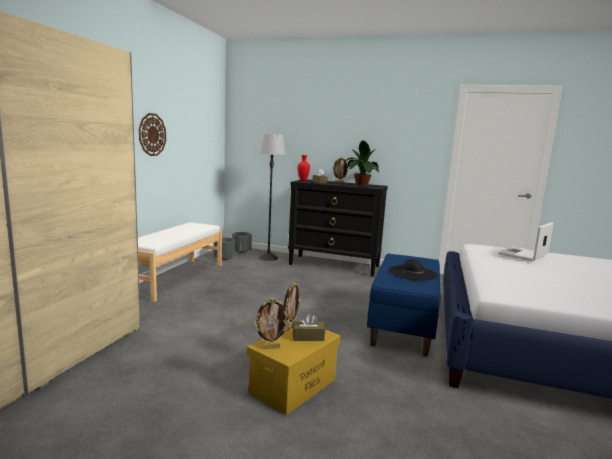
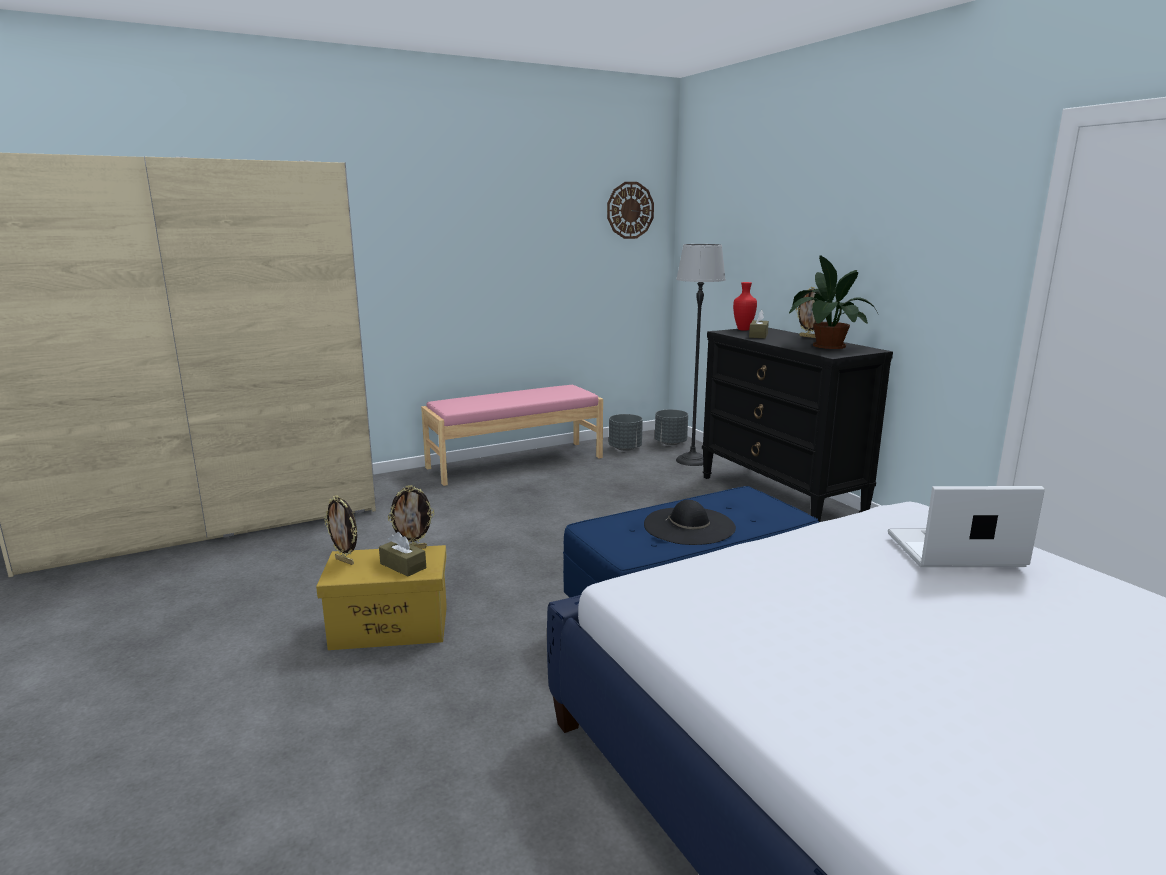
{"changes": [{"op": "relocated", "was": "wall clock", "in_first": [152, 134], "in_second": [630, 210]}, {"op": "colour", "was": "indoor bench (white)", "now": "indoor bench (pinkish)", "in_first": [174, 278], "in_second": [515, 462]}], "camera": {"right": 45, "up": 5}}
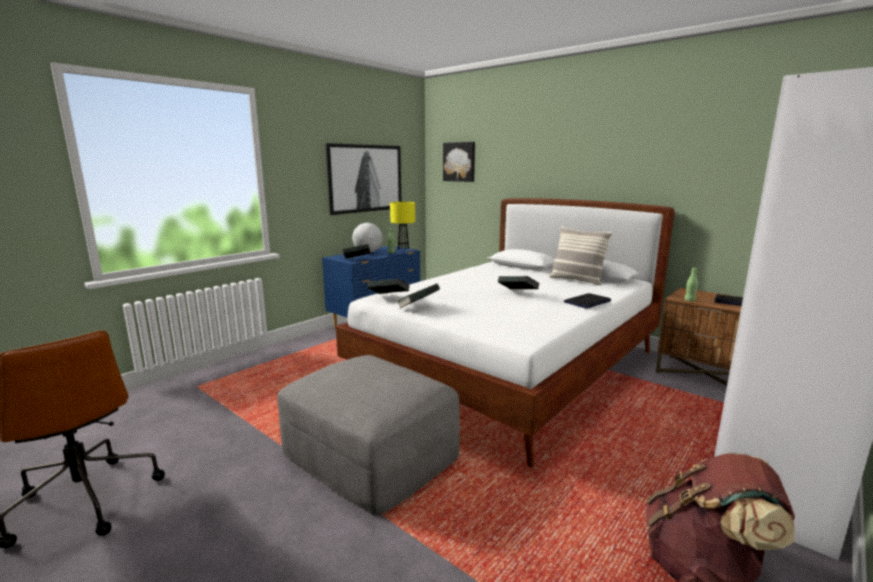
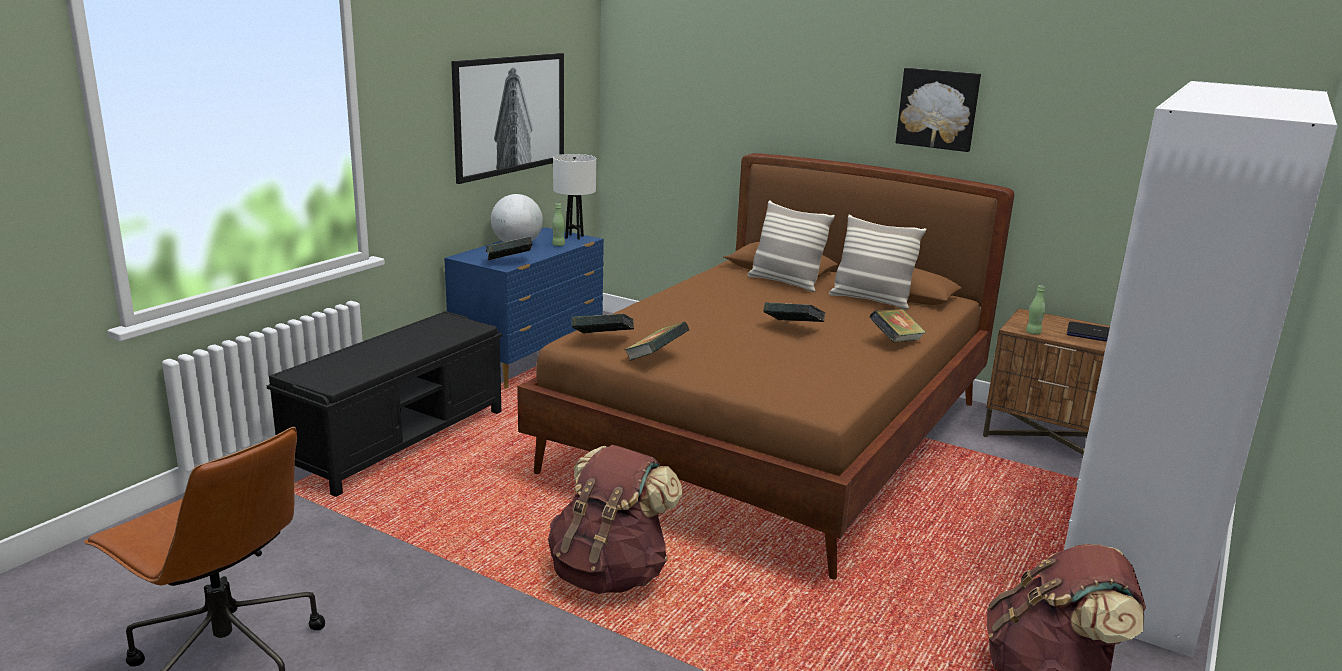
{"changes": [{"op": "appeared", "now": "indoor bench (black-coloured)", "in_second": [400, 440]}, {"op": "appeared", "now": "throw pillow", "in_second": [785, 283]}, {"op": "relocated", "was": "wall picture", "in_first": [459, 162], "in_second": [938, 109]}, {"op": "exchanged", "was": "pouffe (gray)", "now": "backpack (brown)", "in_first": [371, 453], "in_second": [610, 574]}, {"op": "exchanged", "was": "notebook computer", "now": "bound book", "in_first": [587, 302], "in_second": [895, 341]}, {"op": "colour", "was": "sleeping bed (white)", "now": "sleeping bed (brown)", "in_first": [511, 368], "in_second": [774, 438]}, {"op": "colour", "was": "tabletop lamp (yellowish)", "now": "tabletop lamp (white)", "in_first": [403, 249], "in_second": [574, 237]}], "camera": {"right": -10, "up": 5}}
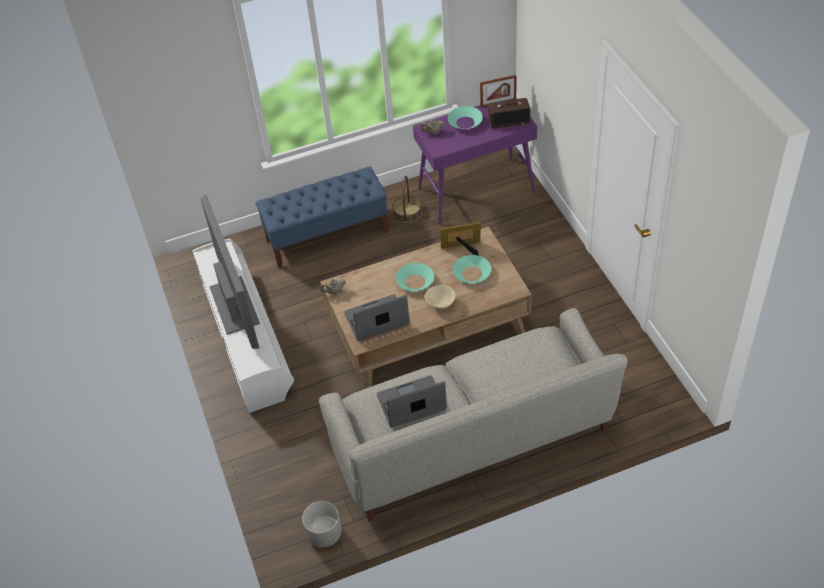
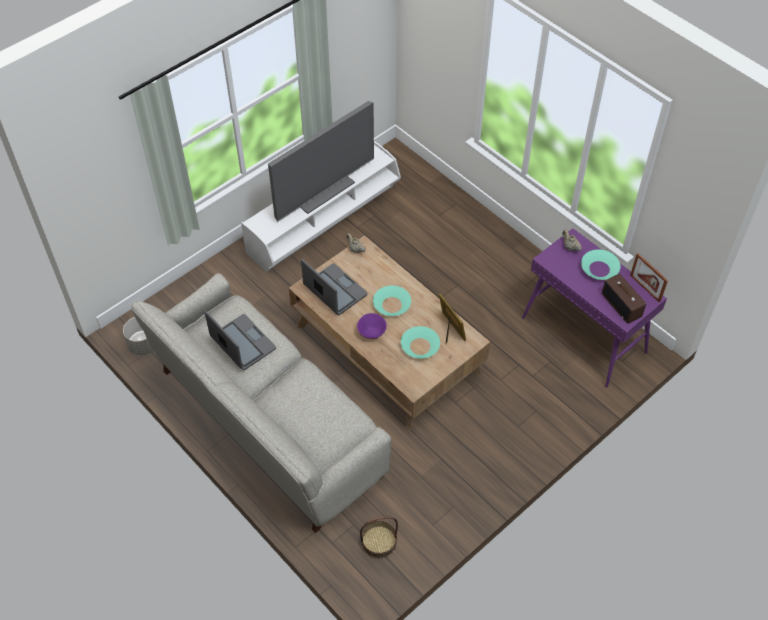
{"changes": [{"op": "missing", "was": "indoor bench (blue)", "in_first": [327, 235]}, {"op": "relocated", "was": "basket", "in_first": [407, 213], "in_second": [379, 542]}, {"op": "colour", "was": "serving bowl (sand-coloured)", "now": "serving bowl (purple)", "in_first": [440, 304], "in_second": [372, 332]}], "camera": {"right": 65, "up": 5}}
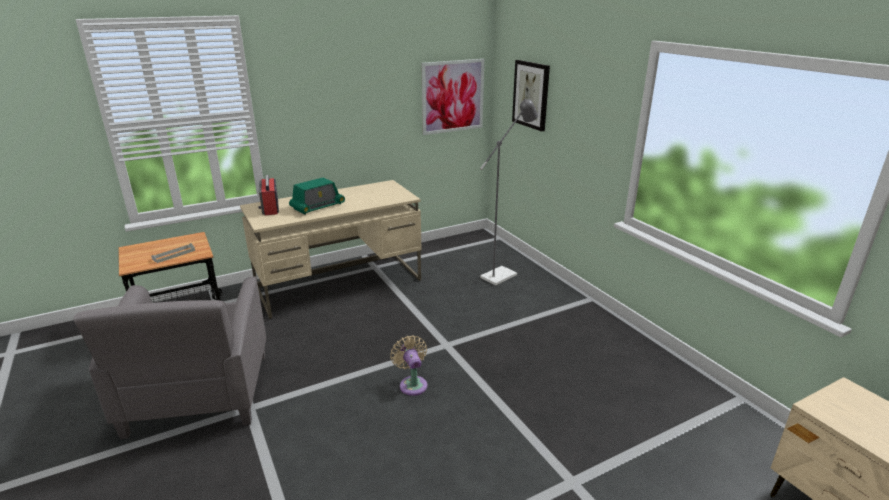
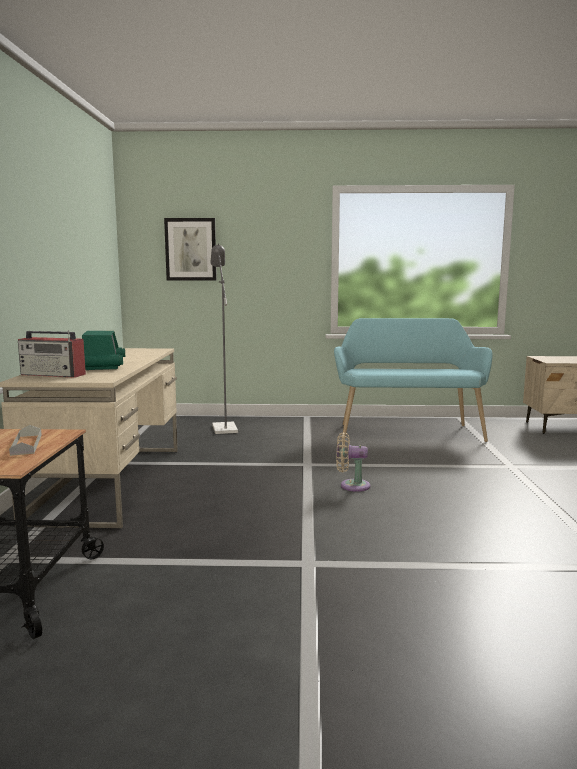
{"changes": [{"op": "missing", "was": "armchair (gray)", "in_first": [199, 395]}, {"op": "missing", "was": "wall picture", "in_first": [453, 96]}, {"op": "appeared", "now": "indoor bench (turquoise)", "in_second": [407, 431]}], "camera": {"right": -60, "up": -15}}
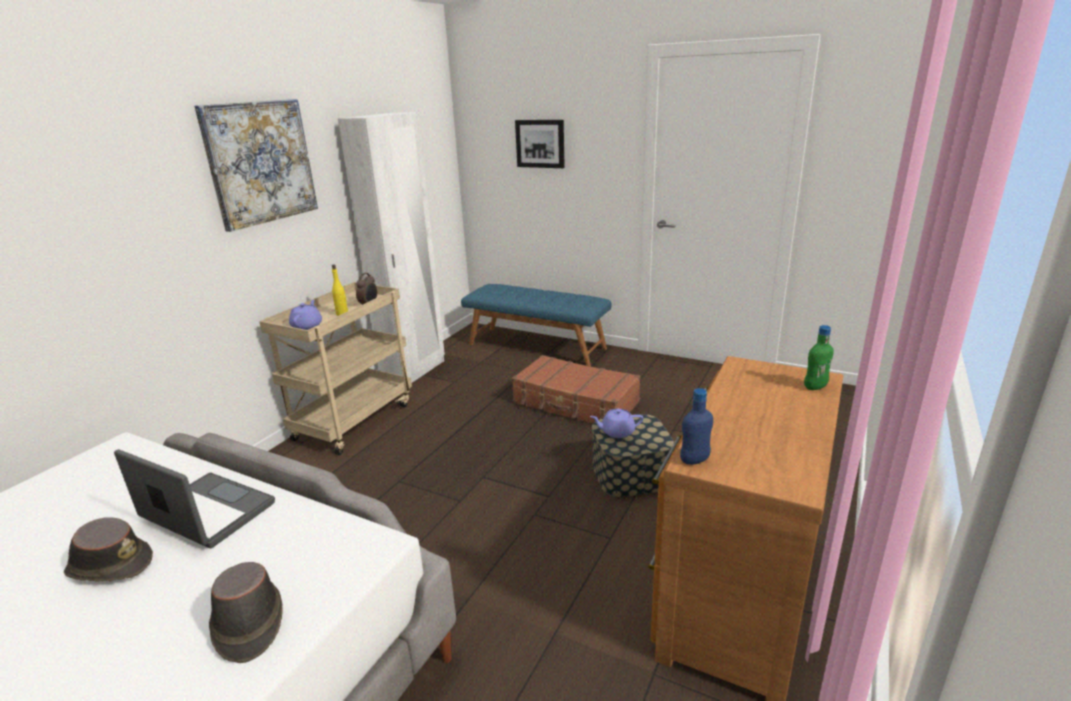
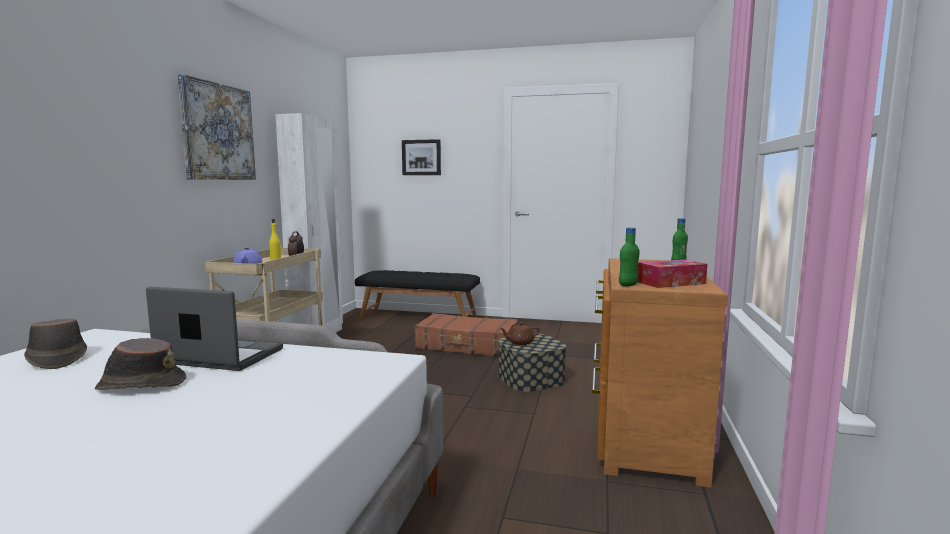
{"changes": [{"op": "appeared", "now": "tissue box", "in_second": [671, 283]}, {"op": "relocated", "was": "hat (brown)", "in_first": [248, 624], "in_second": [56, 359]}, {"op": "colour", "was": "indoor bench (blue)", "now": "indoor bench (black-coloured)", "in_first": [537, 346], "in_second": [419, 318]}, {"op": "colour", "was": "pot for tea (purple)", "now": "pot for tea (brown)", "in_first": [617, 432], "in_second": [519, 342]}, {"op": "colour", "was": "bottle (blue)", "now": "bottle (green)", "in_first": [694, 460], "in_second": [628, 285]}], "camera": {"right": -15, "up": -15}}
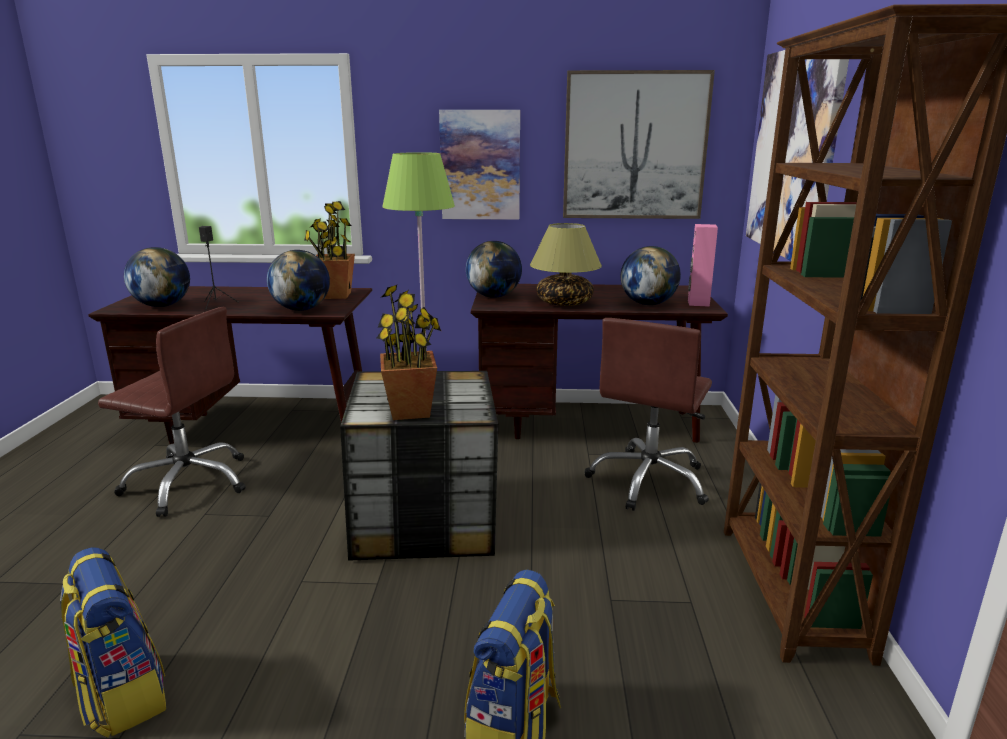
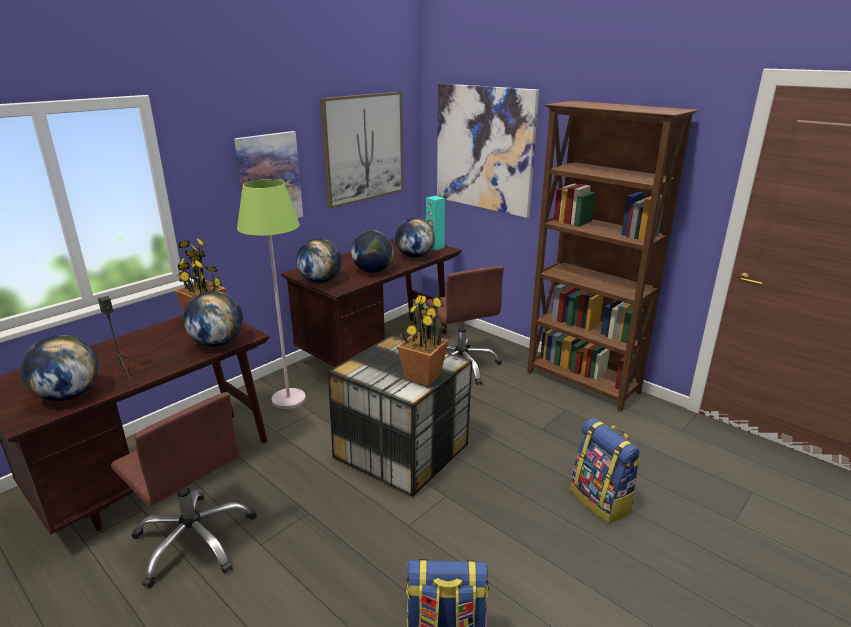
{"changes": [{"op": "exchanged", "was": "tabletop lamp", "now": "globe", "in_first": [564, 303], "in_second": [373, 271]}, {"op": "colour", "was": "audio speaker (pinkish)", "now": "audio speaker (turquoise)", "in_first": [698, 303], "in_second": [434, 247]}, {"op": "spun", "was": "desk chair (brown)", "in_first": [188, 483], "in_second": [195, 539], "clockwise": 75}], "camera": {"right": -50, "up": 5}}
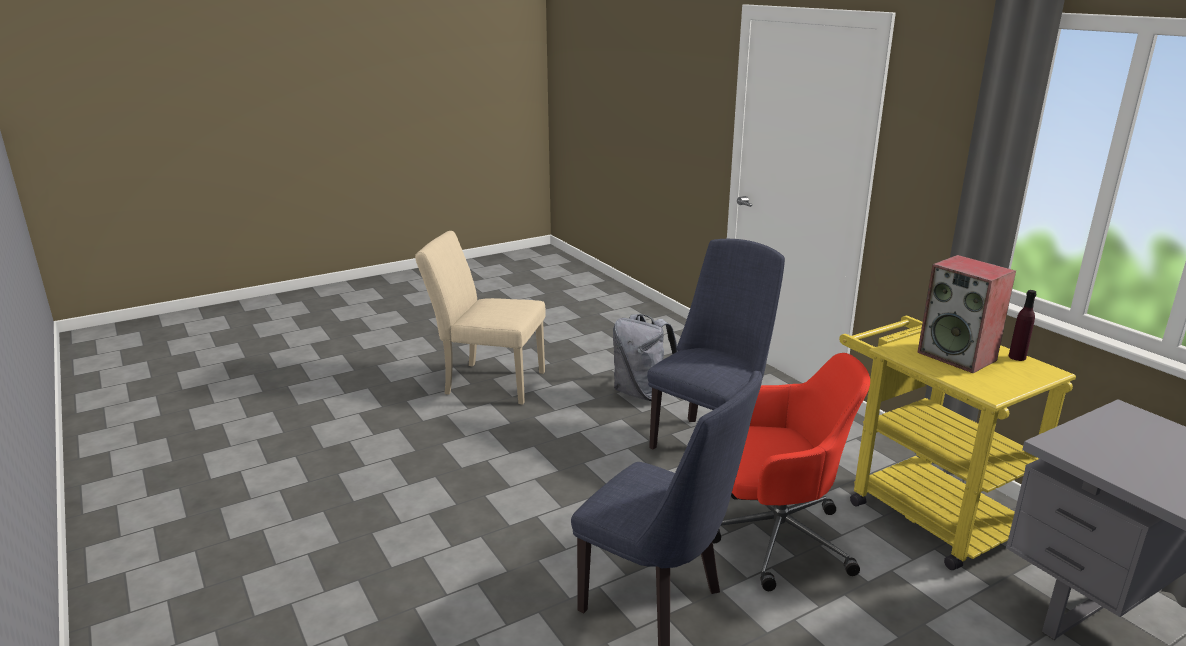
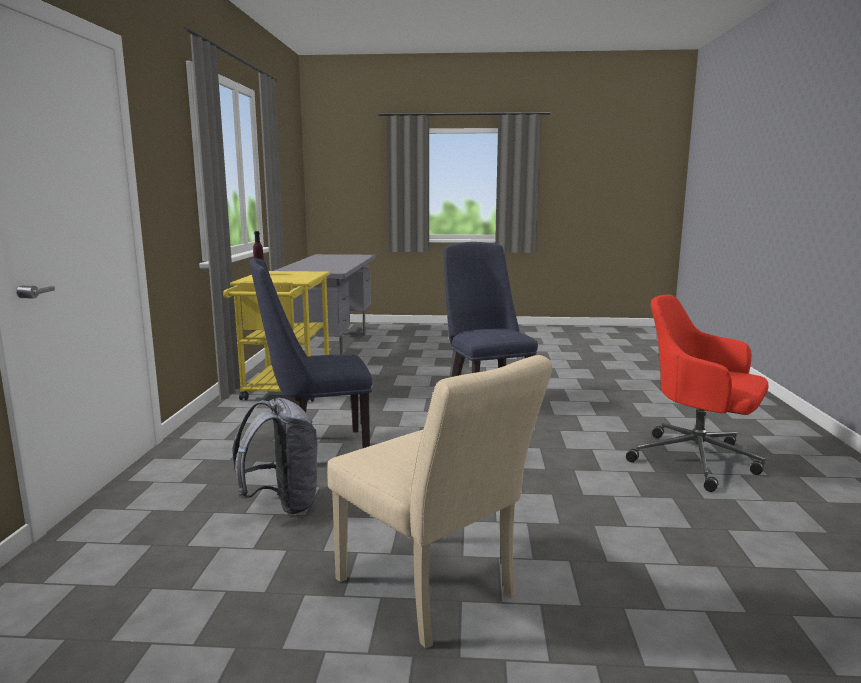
{"changes": [{"op": "missing", "was": "audio speaker", "in_first": [958, 356]}, {"op": "relocated", "was": "desk chair (red)", "in_first": [775, 538], "in_second": [698, 461]}], "camera": {"right": -145, "up": -10}}
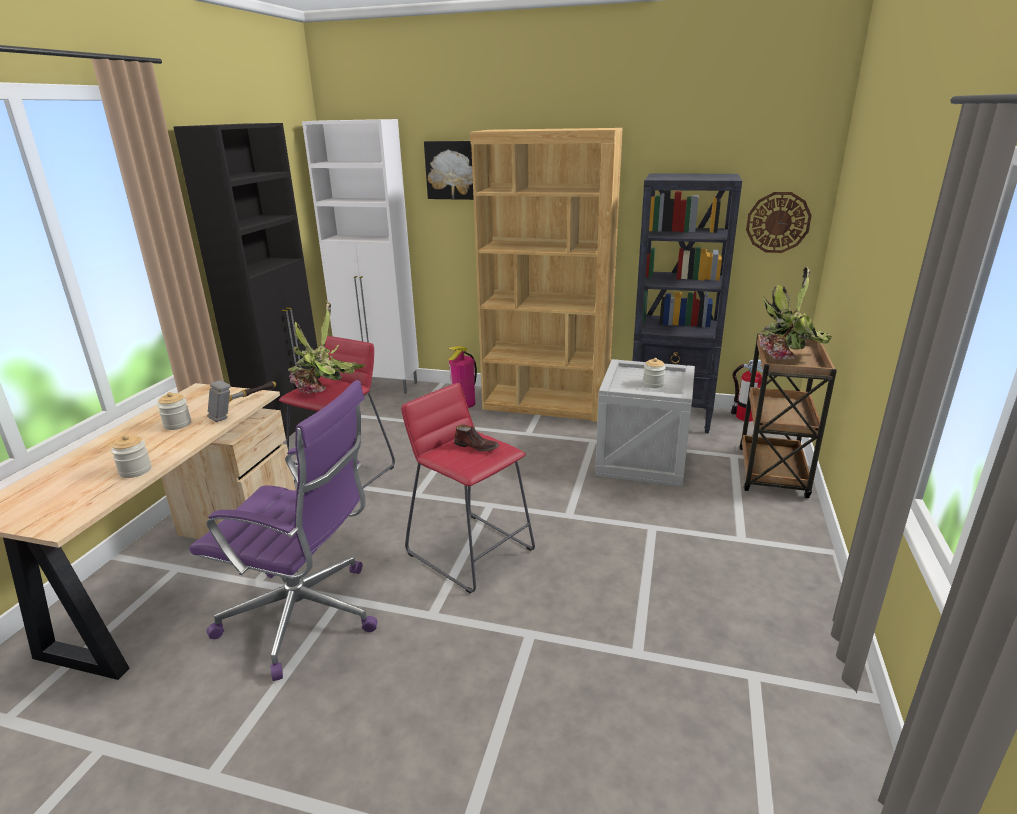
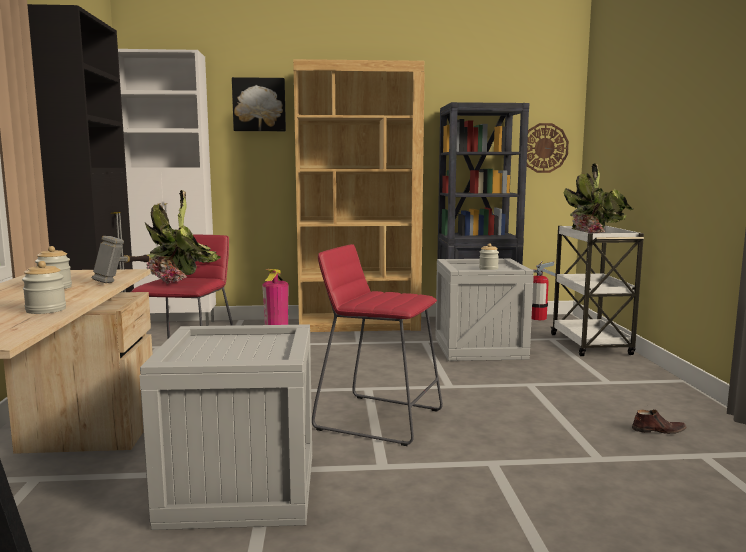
{"changes": [{"op": "relocated", "was": "low shoe (brown)", "in_first": [477, 446], "in_second": [658, 430]}, {"op": "exchanged", "was": "desk chair (purple)", "now": "packing crate", "in_first": [305, 616], "in_second": [241, 489]}, {"op": "colour", "was": "trolley (brown)", "now": "trolley (white)", "in_first": [772, 473], "in_second": [591, 345]}], "camera": {"right": -20, "up": -15}}
